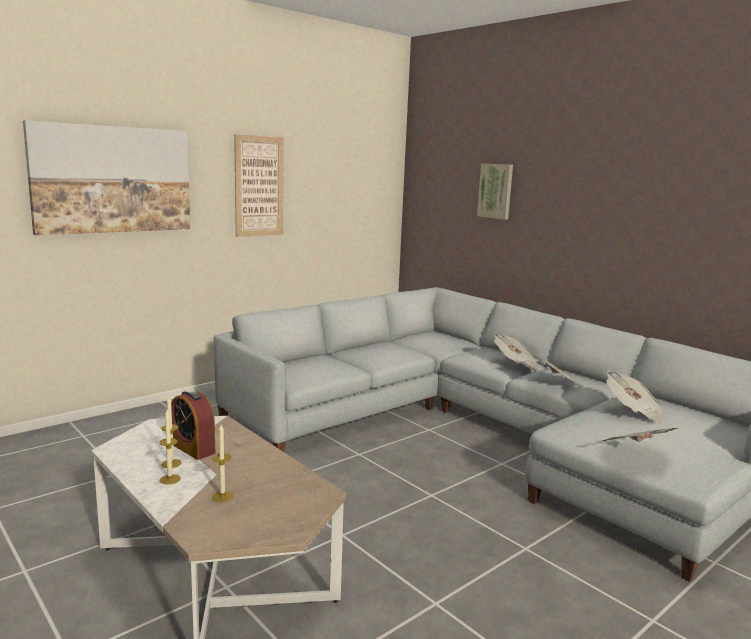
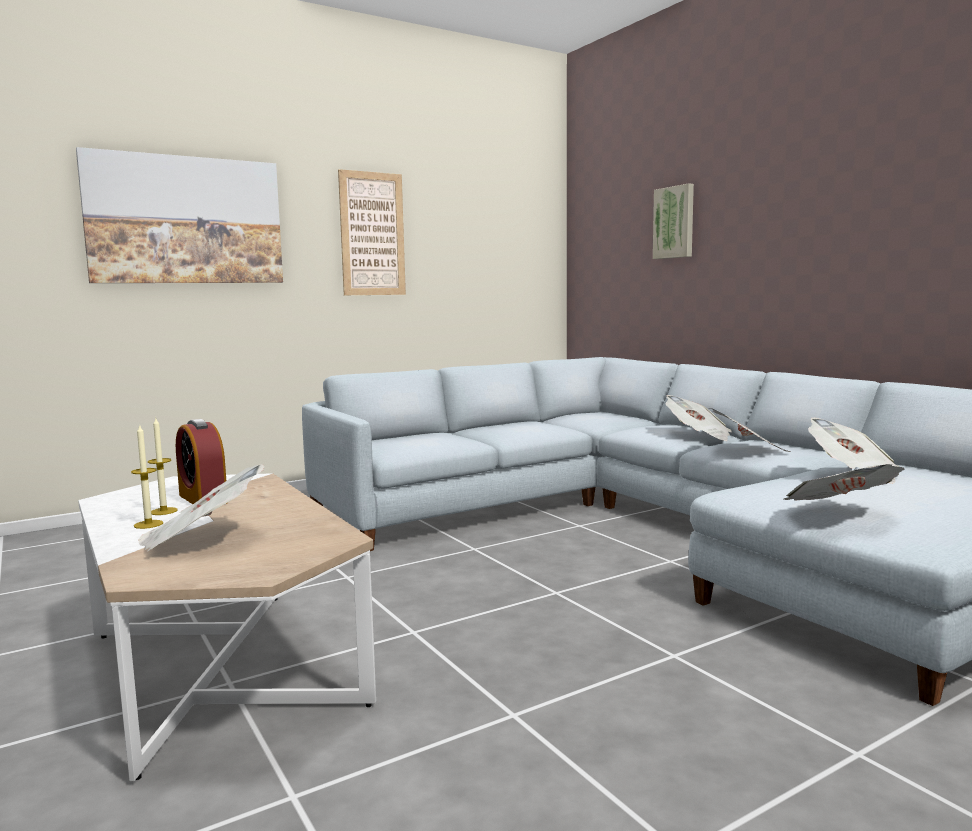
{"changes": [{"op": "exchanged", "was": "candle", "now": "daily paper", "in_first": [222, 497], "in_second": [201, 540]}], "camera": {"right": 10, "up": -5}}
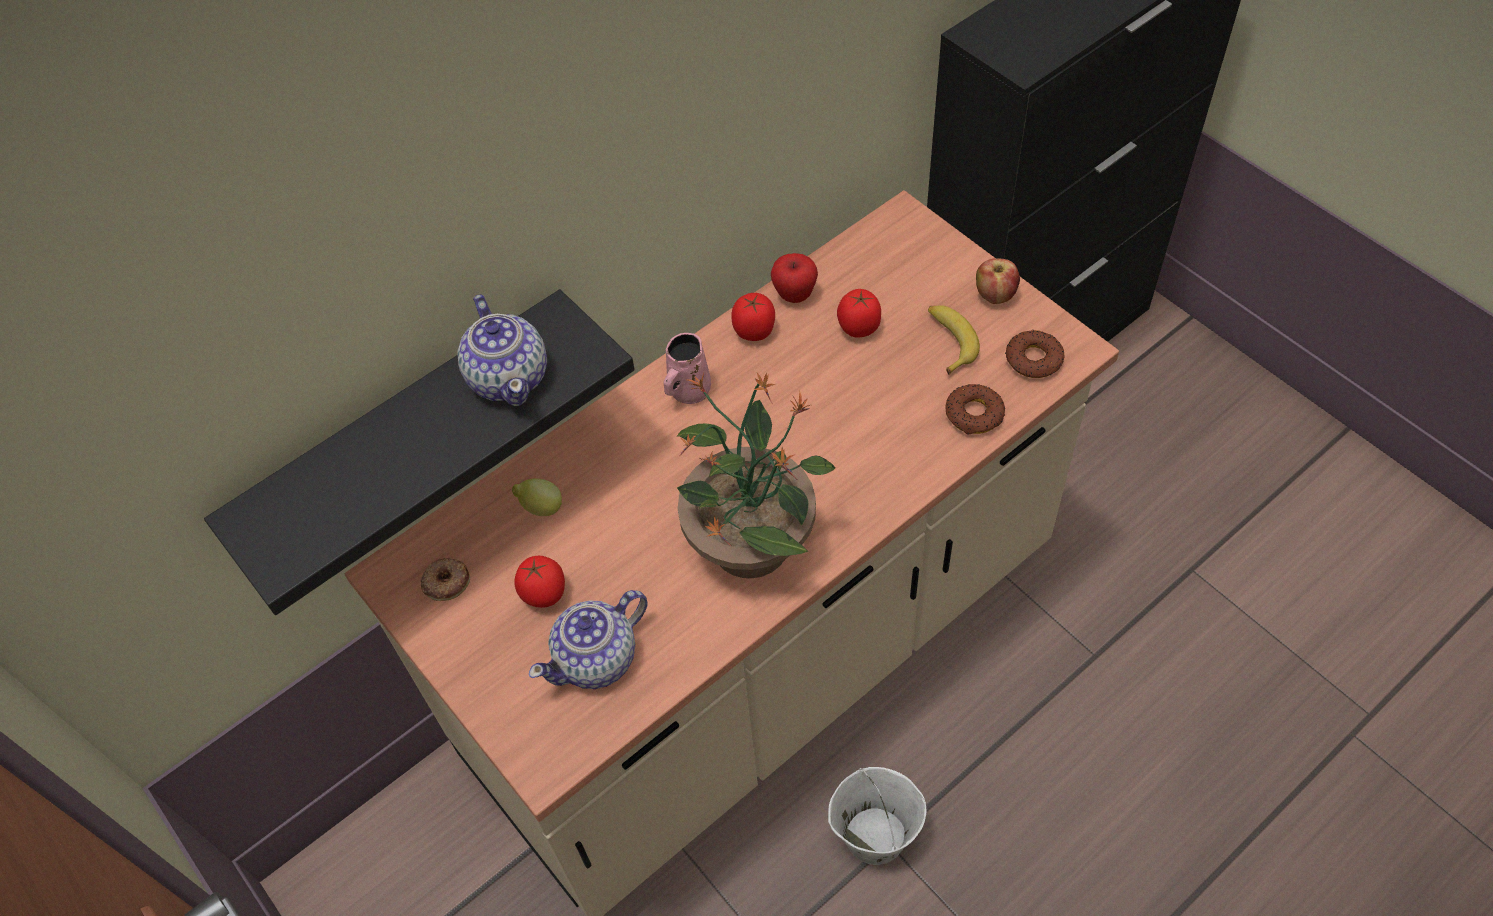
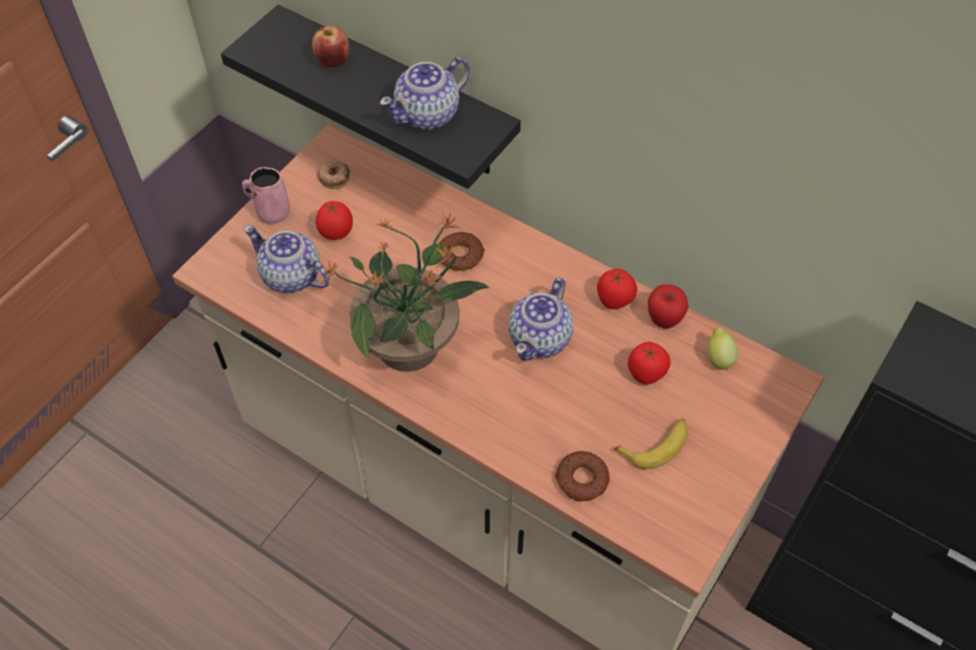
{"changes": [{"op": "missing", "was": "pail (white)", "in_first": [874, 836]}, {"op": "appeared", "now": "pot for tea", "in_second": [541, 338]}, {"op": "relocated", "was": "lemon", "in_first": [541, 508], "in_second": [718, 358]}, {"op": "relocated", "was": "mug (pinkish)", "in_first": [688, 391], "in_second": [271, 212]}, {"op": "relocated", "was": "apple fruit", "in_first": [995, 295], "in_second": [333, 61]}, {"op": "relocated", "was": "doughnut", "in_first": [1033, 359], "in_second": [460, 255]}], "camera": {"right": 70, "up": 0}}
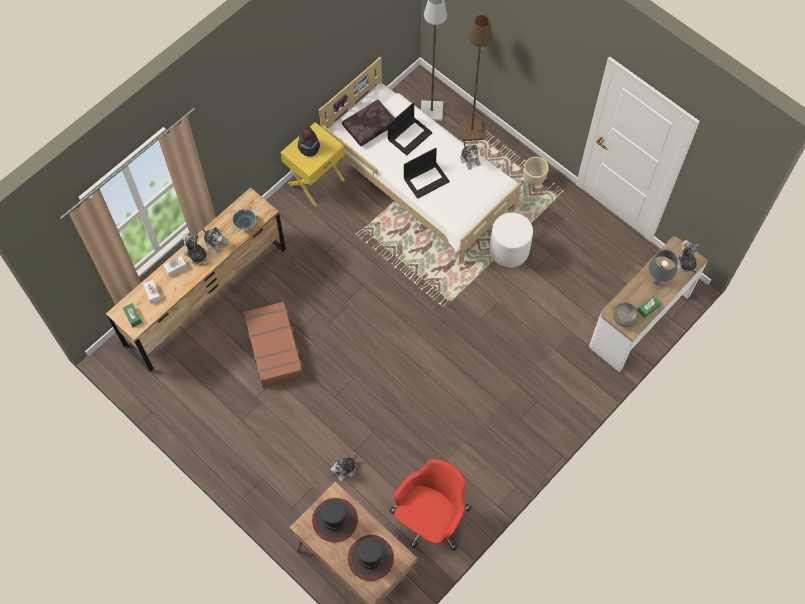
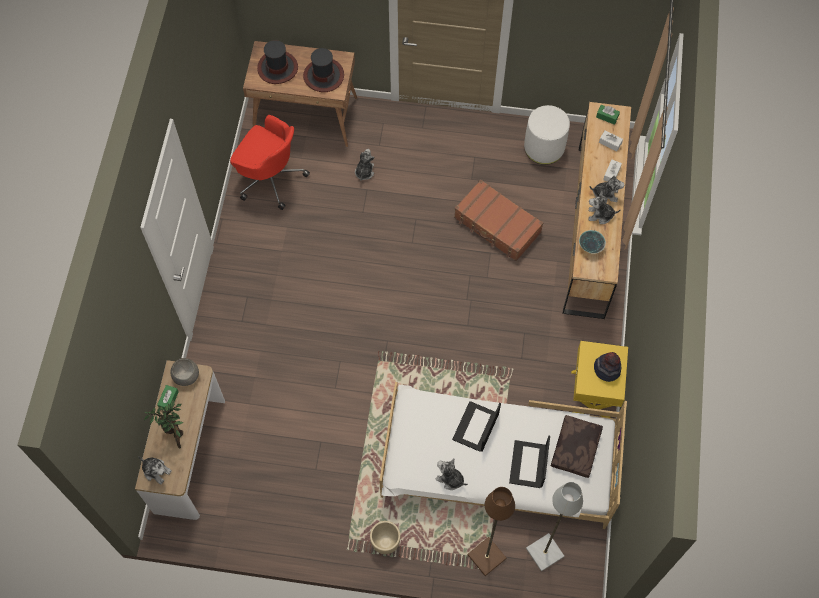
{"changes": [{"op": "relocated", "was": "pouffe (white)", "in_first": [509, 251], "in_second": [544, 148]}, {"op": "exchanged", "was": "tabletop lamp (gray)", "now": "plant in a pot", "in_first": [656, 281], "in_second": [175, 433]}, {"op": "spun", "was": "desk chair (red)", "in_first": [430, 519], "in_second": [270, 177], "clockwise": -60}], "camera": {"right": 145, "up": 0}}
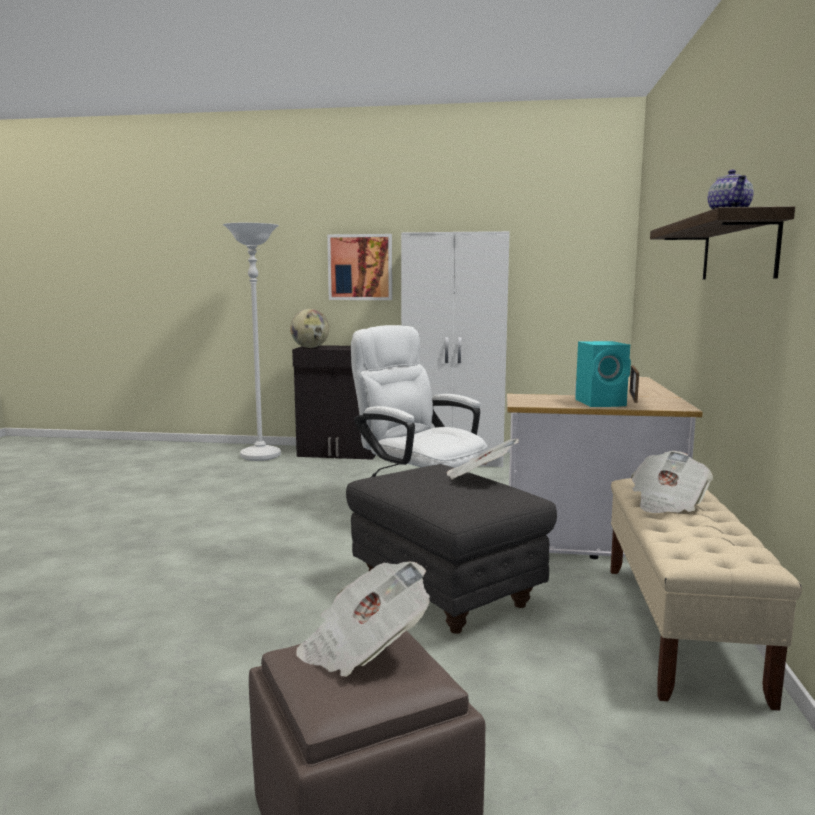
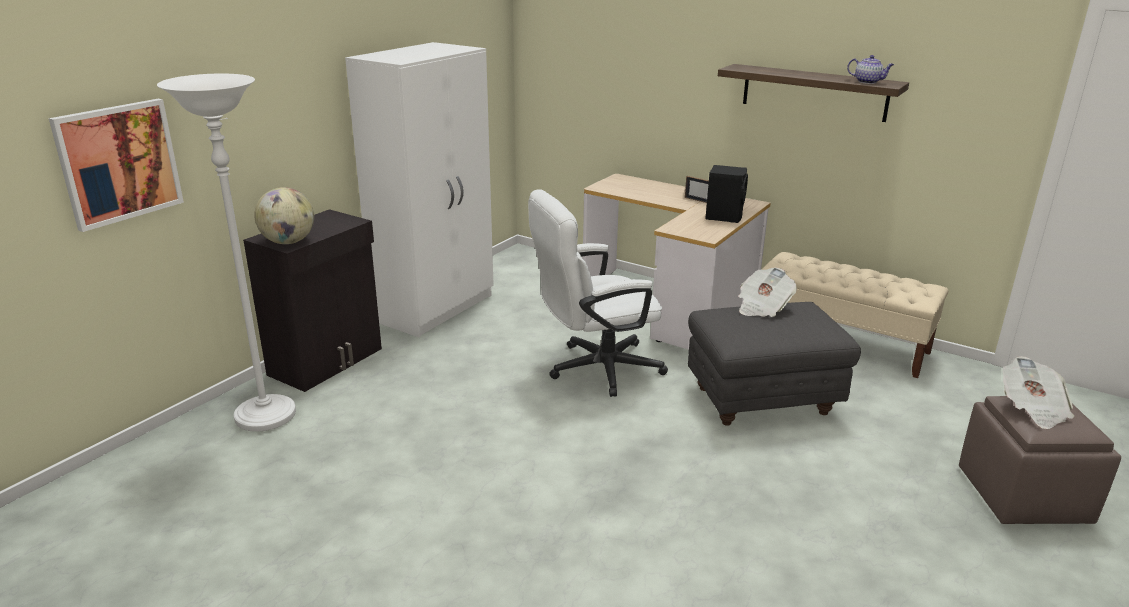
{"changes": [{"op": "missing", "was": "daily paper", "in_first": [667, 503]}, {"op": "relocated", "was": "wall picture", "in_first": [360, 267], "in_second": [119, 163]}, {"op": "colour", "was": "audio speaker (turquoise)", "now": "audio speaker (black-coloured)", "in_first": [602, 403], "in_second": [724, 216]}], "camera": {"right": -65, "up": 15}}
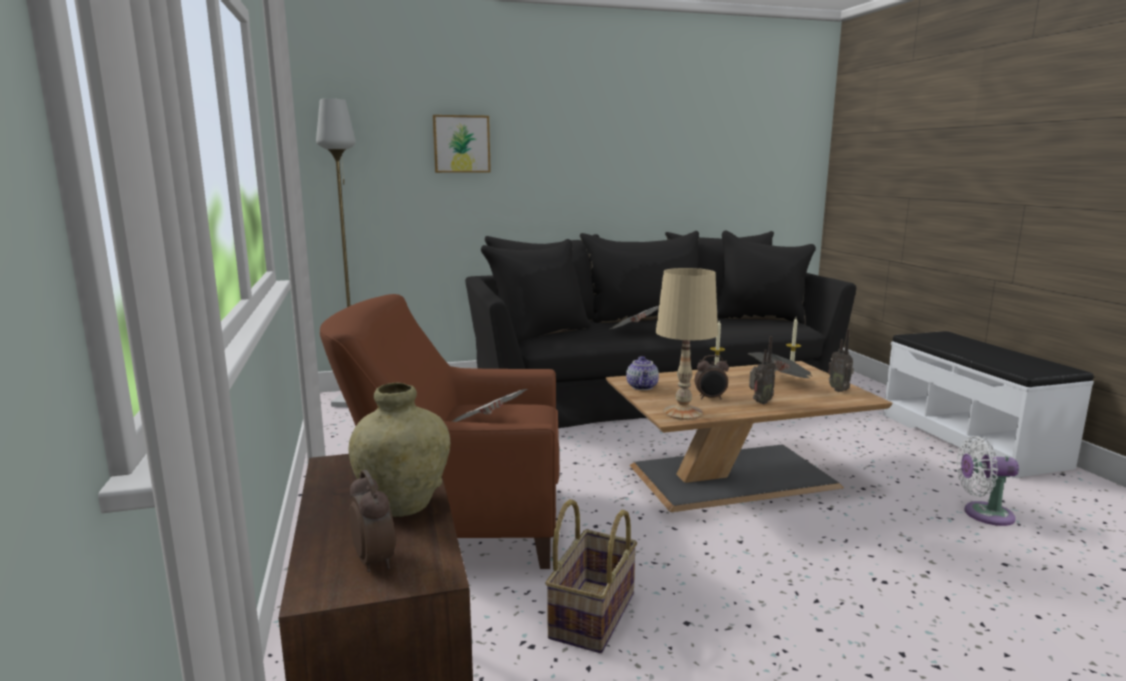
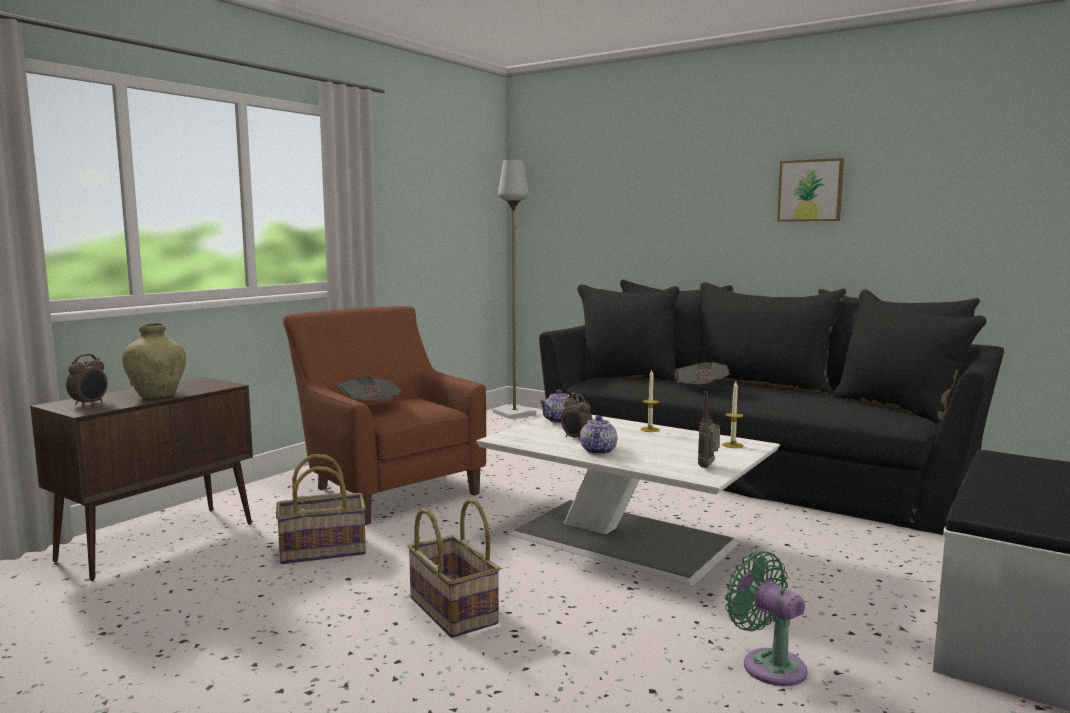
{"changes": [{"op": "missing", "was": "tabletop lamp (sand-coloured)", "in_first": [683, 412]}, {"op": "missing", "was": "daily paper", "in_first": [781, 382]}, {"op": "appeared", "now": "basket", "in_second": [451, 611]}, {"op": "relocated", "was": "wall picture", "in_first": [461, 144], "in_second": [810, 190]}, {"op": "exchanged", "was": "radio receiver", "now": "pot for tea", "in_first": [759, 402], "in_second": [599, 451]}, {"op": "colour", "was": "lounge table (brown)", "now": "lounge table (white)", "in_first": [736, 475], "in_second": [626, 539]}, {"op": "colour", "was": "fan (white)", "now": "fan (green)", "in_first": [983, 514], "in_second": [769, 664]}], "camera": {"right": 50, "up": -5}}
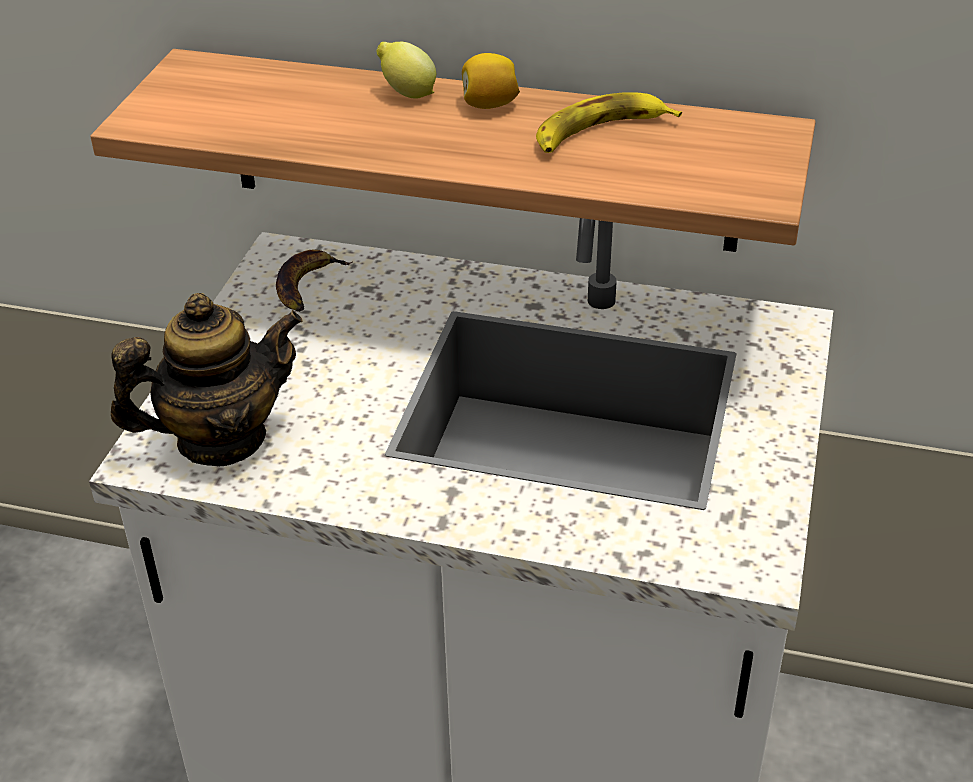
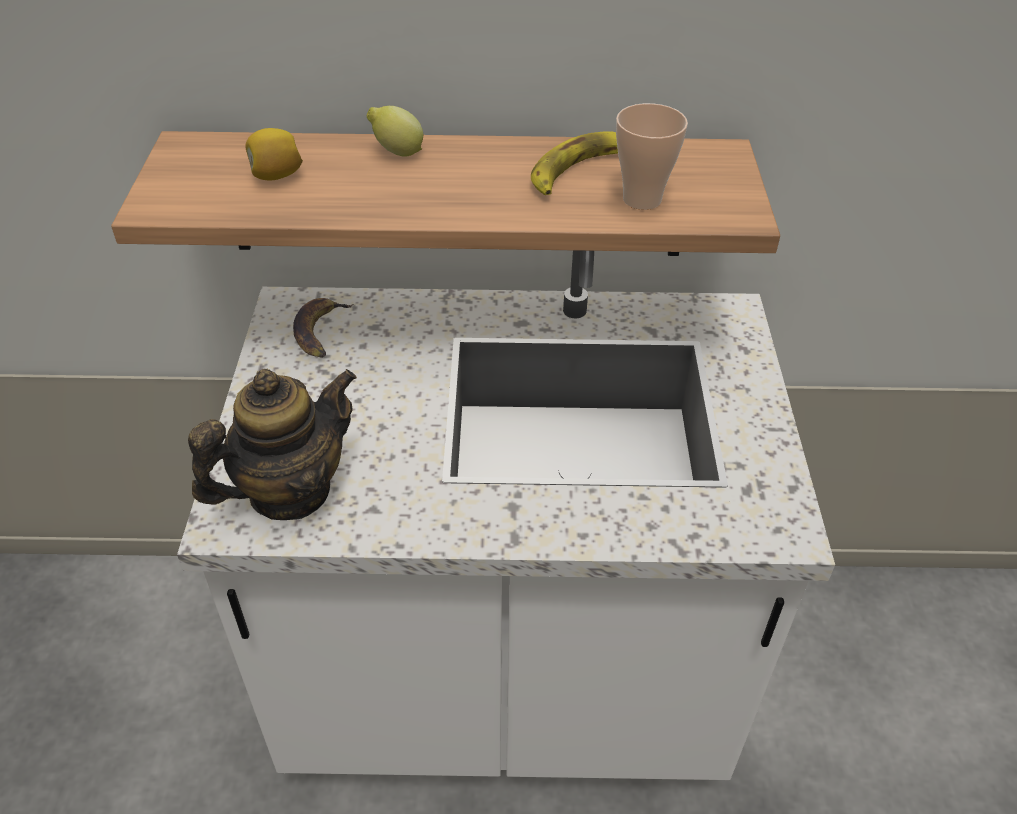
{"changes": [{"op": "appeared", "now": "drinking cup", "in_second": [642, 199]}, {"op": "relocated", "was": "lemon", "in_first": [489, 105], "in_second": [276, 176]}], "camera": {"right": -15, "up": 5}}
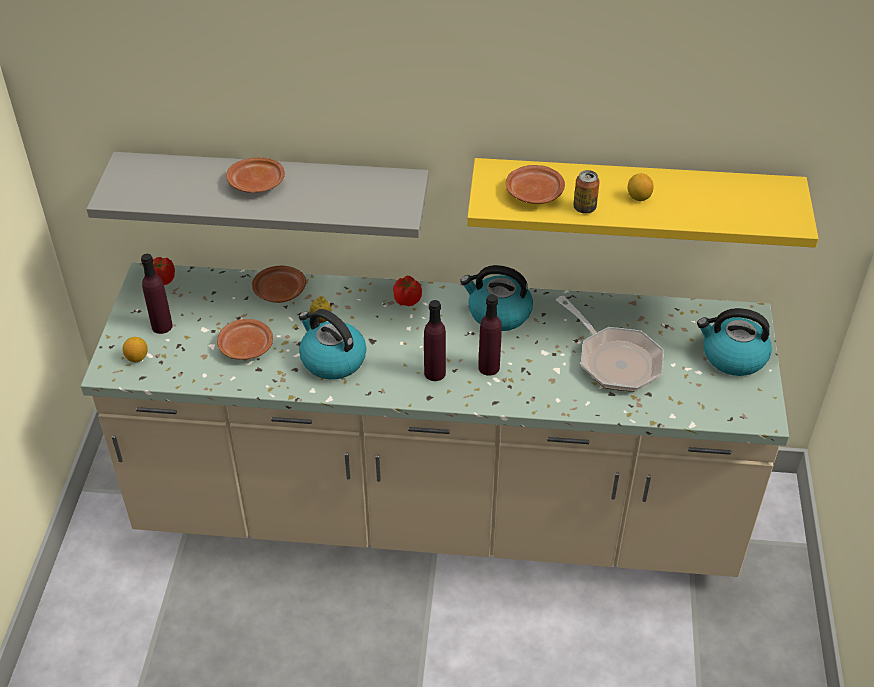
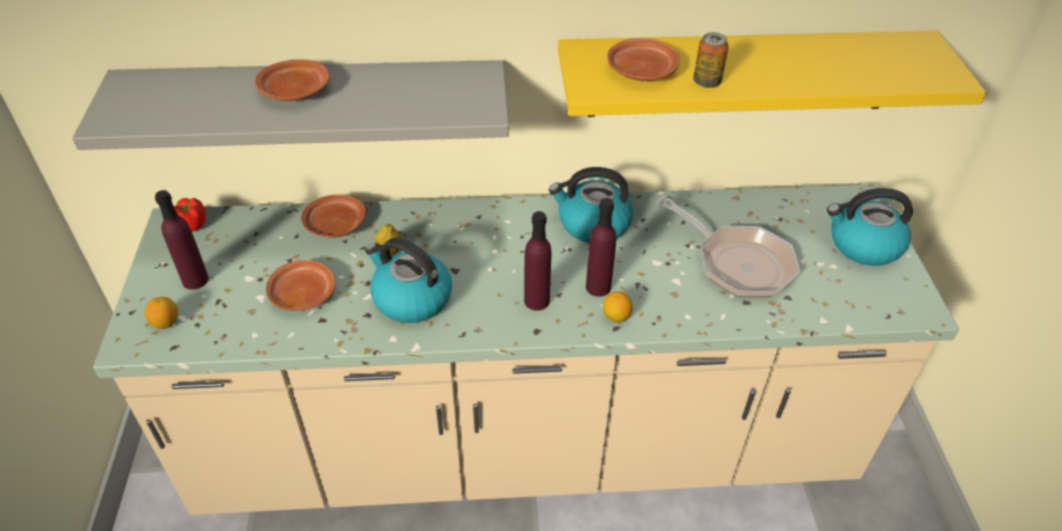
{"changes": [{"op": "missing", "was": "fresh tomato", "in_first": [407, 299]}, {"op": "relocated", "was": "lemon", "in_first": [638, 197], "in_second": [616, 317]}], "camera": {"right": -10, "up": 0}}
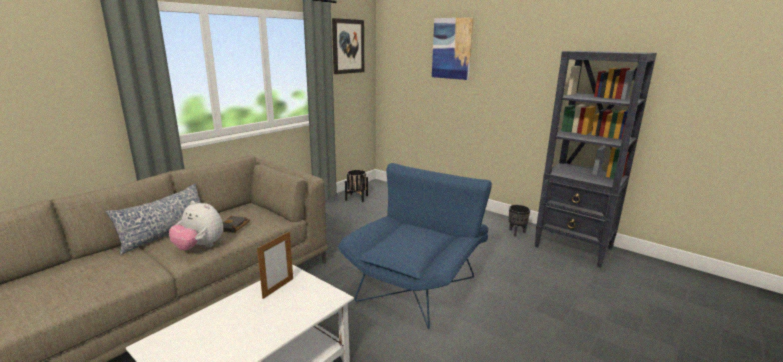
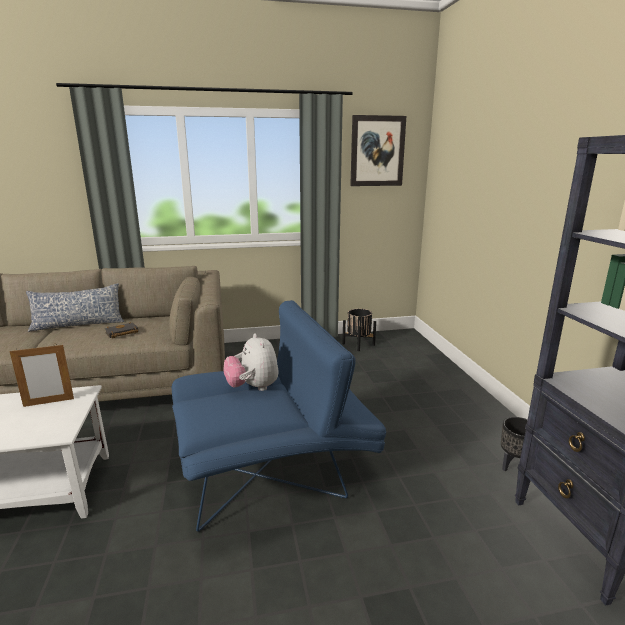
{"changes": [{"op": "missing", "was": "wall picture", "in_first": [452, 48]}, {"op": "relocated", "was": "cuddly toy", "in_first": [200, 247], "in_second": [253, 387]}], "camera": {"right": 40, "up": 0}}
